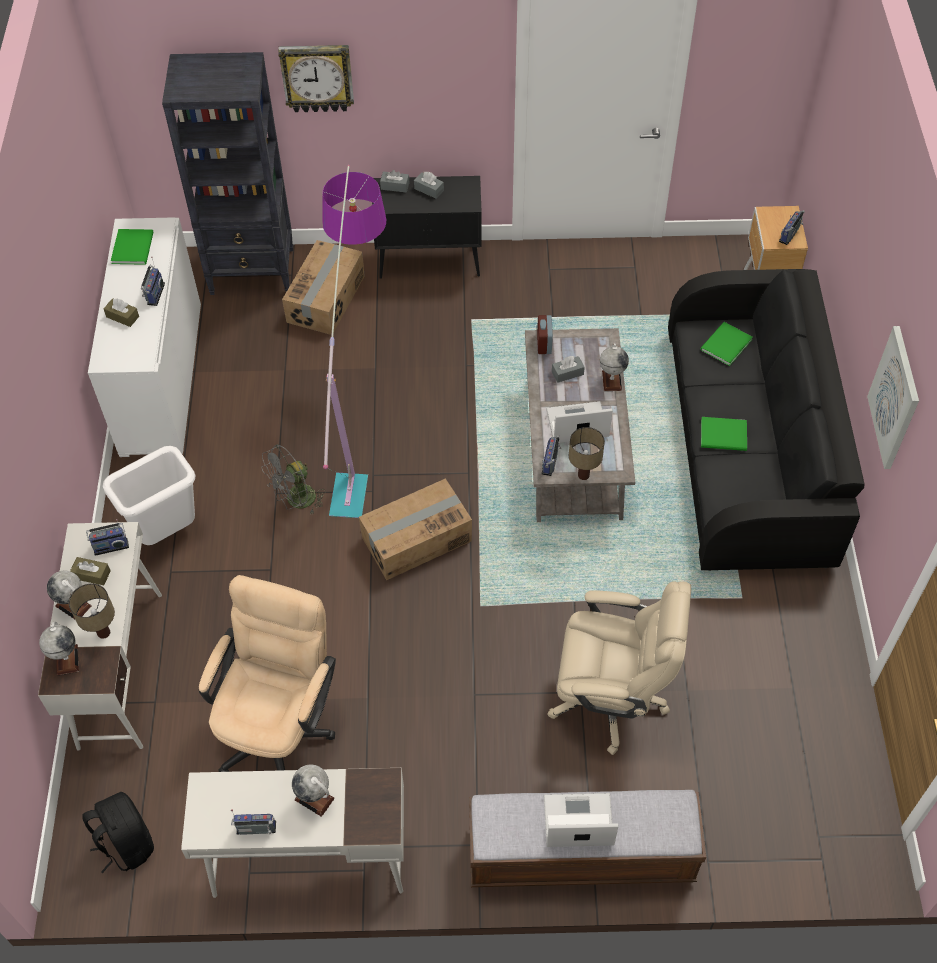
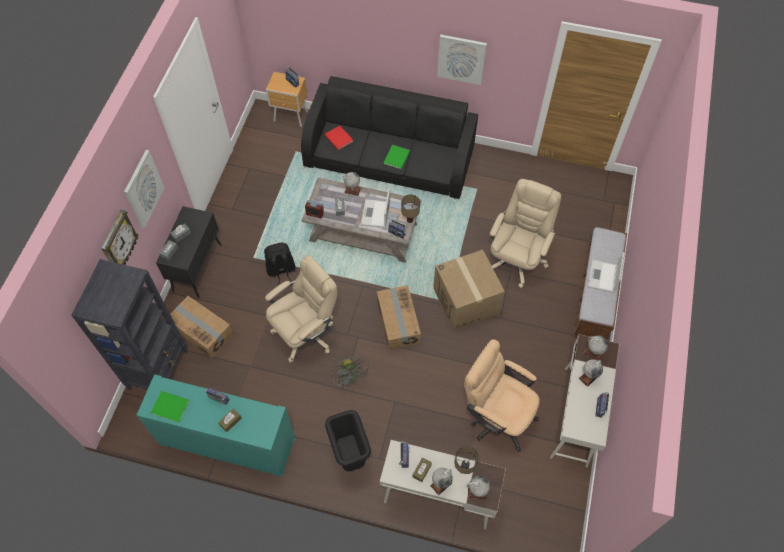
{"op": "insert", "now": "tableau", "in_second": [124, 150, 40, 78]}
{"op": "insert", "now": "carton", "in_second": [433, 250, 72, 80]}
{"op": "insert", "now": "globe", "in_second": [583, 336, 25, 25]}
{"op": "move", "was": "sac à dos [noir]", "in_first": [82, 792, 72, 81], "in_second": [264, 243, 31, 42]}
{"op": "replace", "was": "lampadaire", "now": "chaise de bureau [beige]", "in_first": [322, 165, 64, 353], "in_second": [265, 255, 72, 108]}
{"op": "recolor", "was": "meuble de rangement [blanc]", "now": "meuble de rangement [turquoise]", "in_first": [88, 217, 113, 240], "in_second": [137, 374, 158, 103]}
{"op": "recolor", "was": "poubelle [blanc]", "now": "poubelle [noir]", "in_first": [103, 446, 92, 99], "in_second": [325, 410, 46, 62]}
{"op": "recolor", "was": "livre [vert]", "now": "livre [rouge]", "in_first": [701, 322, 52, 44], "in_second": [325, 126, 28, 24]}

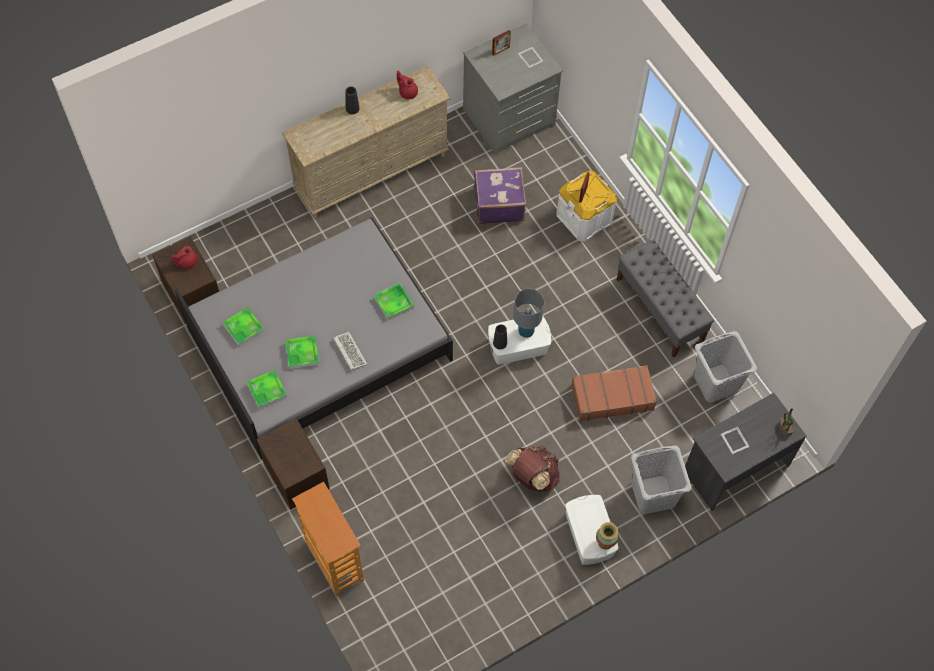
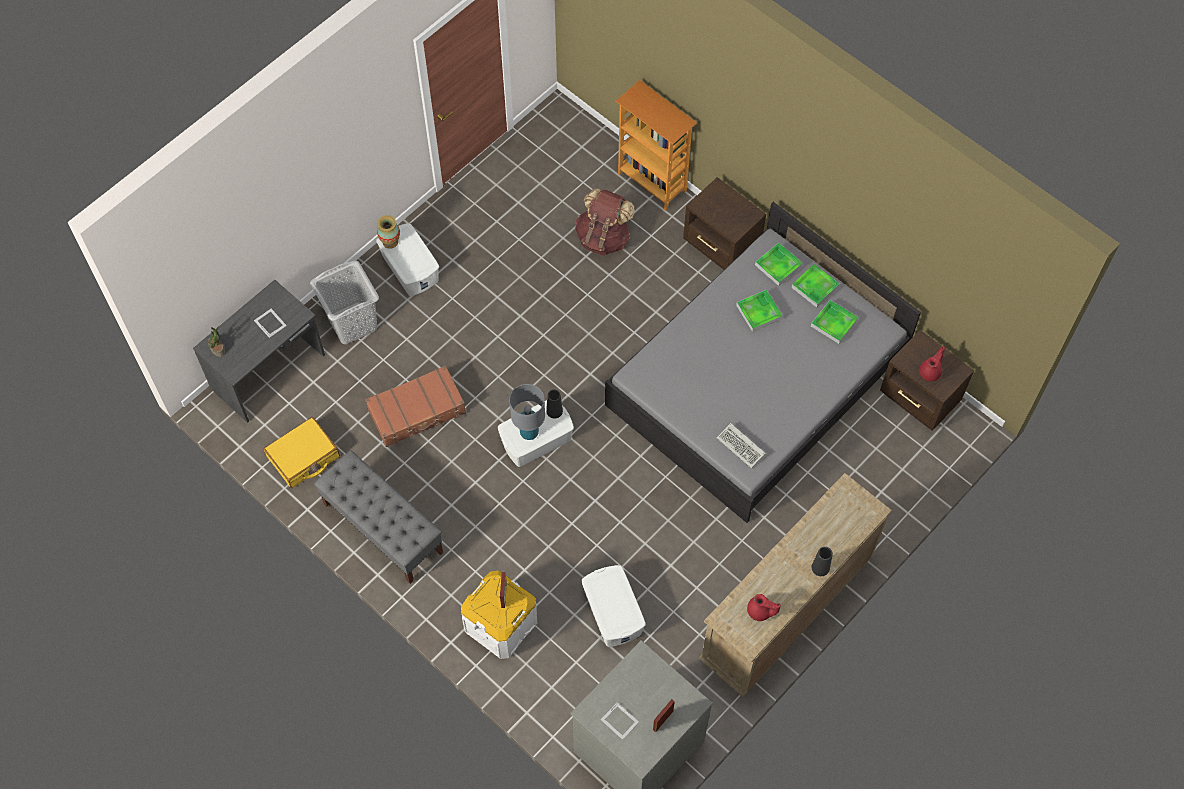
{"op": "move", "was": "clavier", "in_first": [333, 332, 34, 39], "in_second": [717, 423, 49, 45]}
{"op": "move", "was": "plateau", "in_first": [374, 283, 40, 37], "in_second": [792, 264, 47, 43]}
{"op": "move", "was": "sac à dos [marron]", "in_first": [505, 445, 55, 47], "in_second": [575, 188, 60, 68]}
{"op": "replace", "was": "valise [violet]", "now": "boîte de rangement [blanc]", "in_first": [474, 167, 52, 57], "in_second": [581, 565, 65, 82]}
{"op": "replace", "was": "panier à linge [gris]", "now": "valise [jaune]", "in_first": [694, 331, 63, 72], "in_second": [264, 417, 76, 71]}

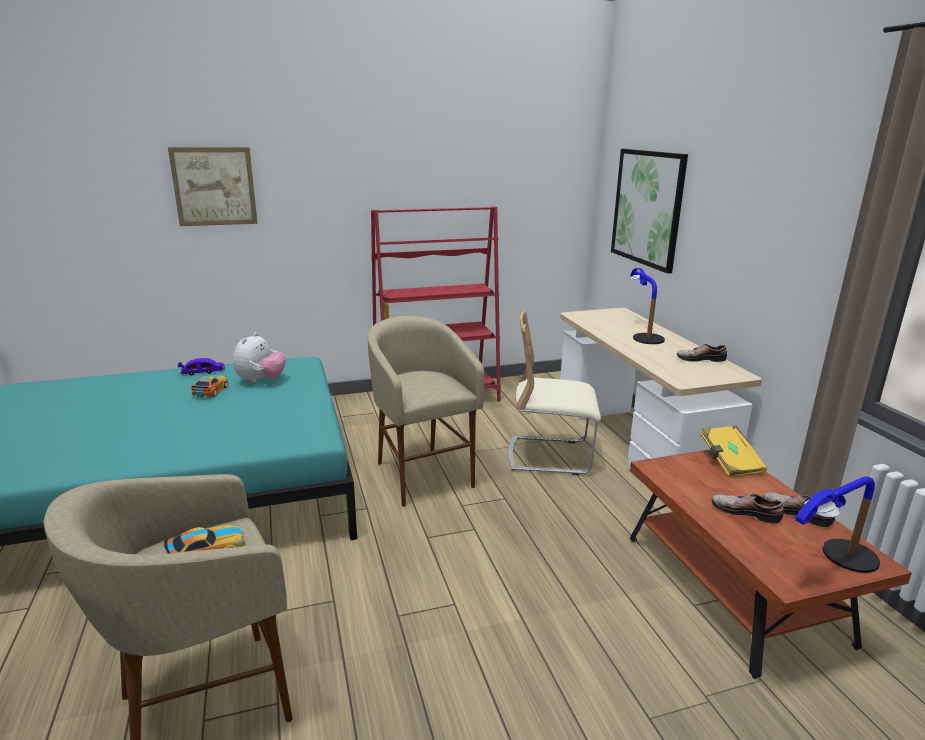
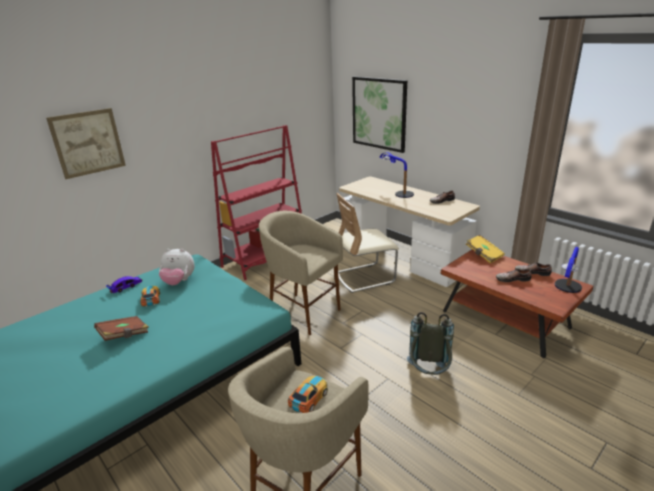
{"op": "insert", "now": "livre [marron]", "in_second": [94, 316, 55, 25]}
{"op": "insert", "now": "sac à dos [gris]", "in_second": [407, 312, 47, 63]}
{"op": "rotate", "was": "peluche", "in_first": [233, 332, 53, 52], "in_second": [159, 249, 36, 36], "clockwise": 105}

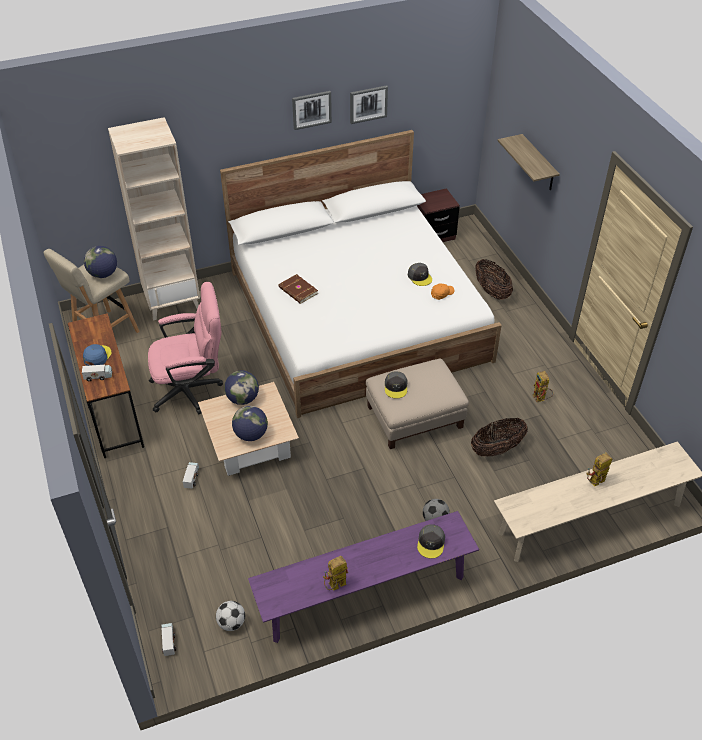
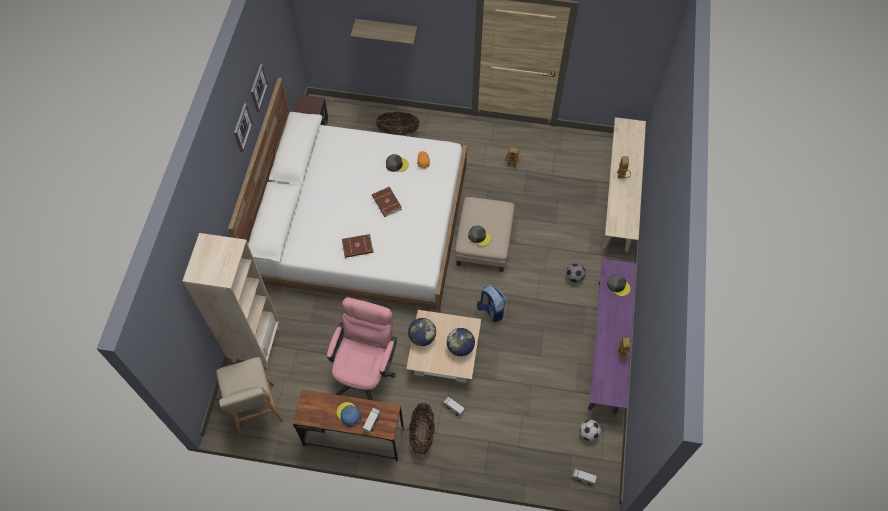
{"op": "delete", "was": "globe", "in_first": [84, 246, 33, 32]}
{"op": "insert", "now": "livre [marron]", "in_second": [372, 187, 30, 30]}
{"op": "insert", "now": "sac à dos", "in_second": [477, 285, 29, 37]}
{"op": "move", "was": "panier", "in_first": [471, 418, 57, 39], "in_second": [409, 403, 26, 52]}

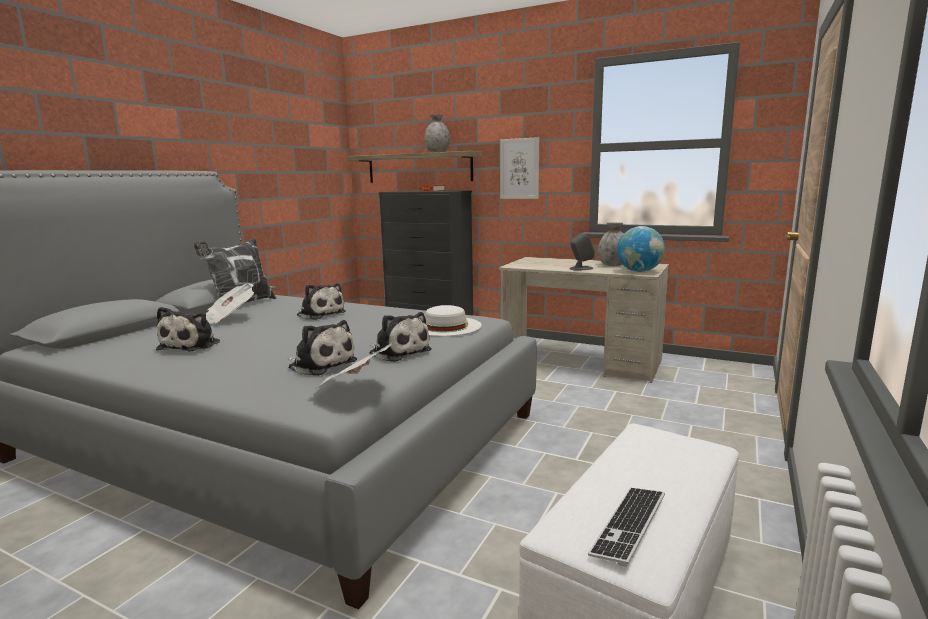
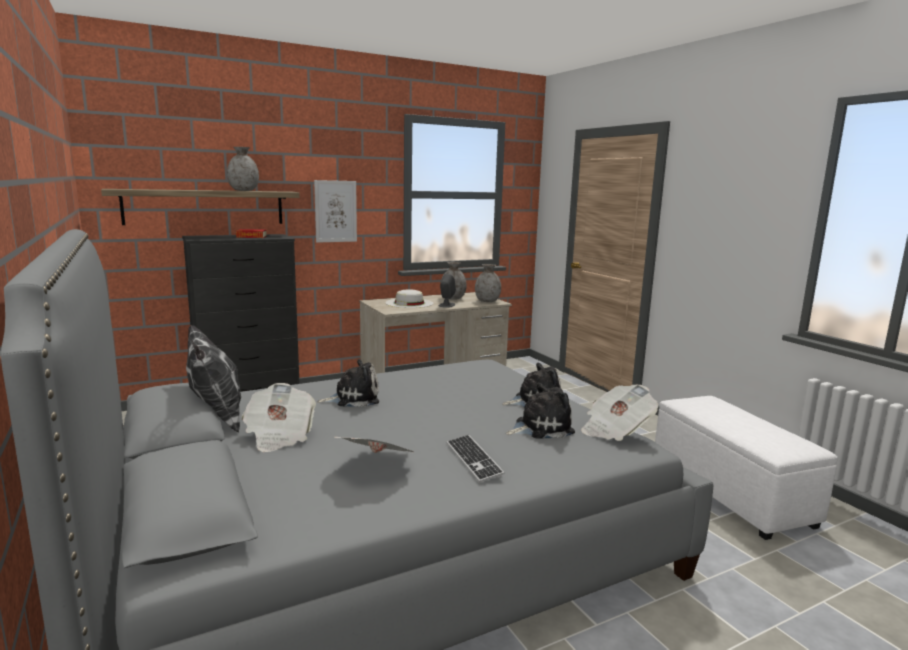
{"op": "move", "was": "chapeau [blanc]", "in_first": [425, 305, 57, 31], "in_second": [385, 289, 48, 19]}
{"op": "move", "was": "clavier", "in_first": [588, 488, 77, 79], "in_second": [447, 435, 58, 47]}
{"op": "replace", "was": "peluche", "now": "journal", "in_first": [156, 307, 64, 44], "in_second": [334, 437, 79, 16]}
{"op": "replace", "was": "globe", "now": "vase [gris]", "in_first": [617, 226, 48, 46], "in_second": [475, 264, 26, 38]}

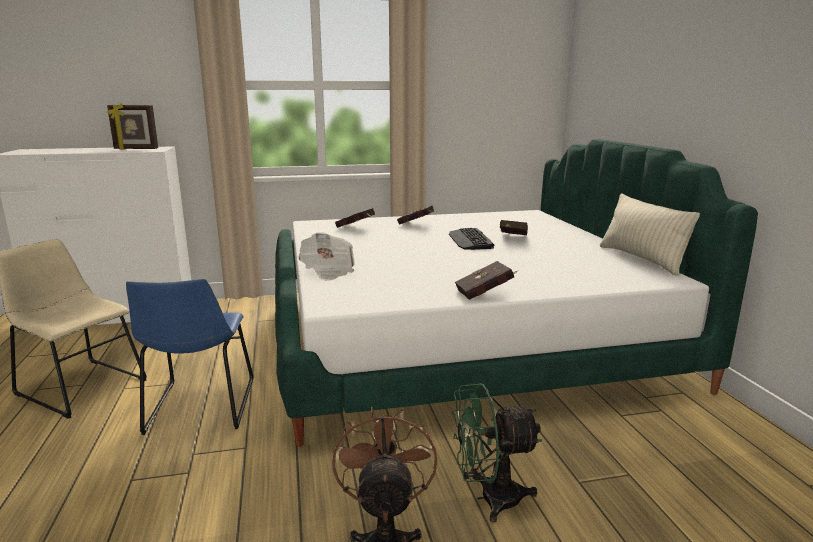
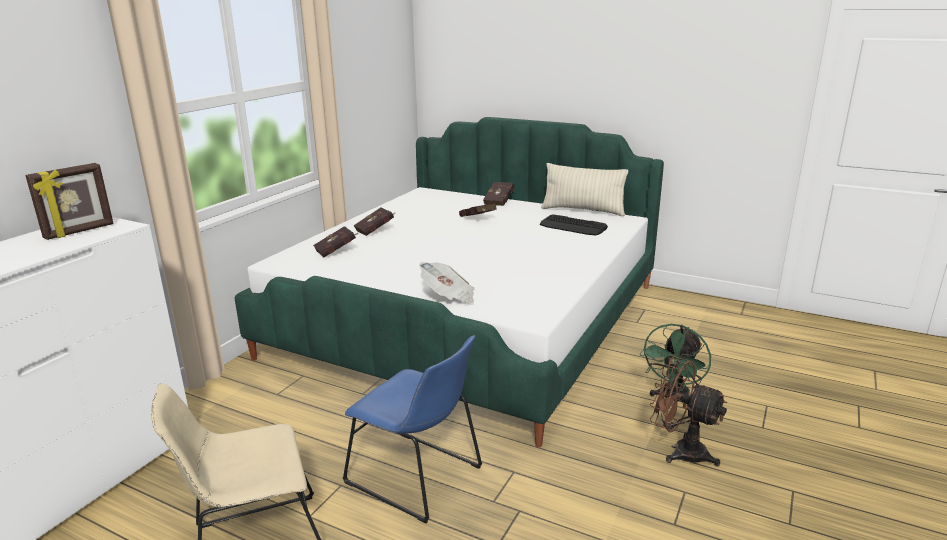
{"op": "move", "was": "clavier", "in_first": [449, 228, 45, 22], "in_second": [540, 214, 68, 21]}
{"op": "move", "was": "livre [rouge]", "in_first": [455, 261, 62, 39], "in_second": [483, 182, 31, 24]}

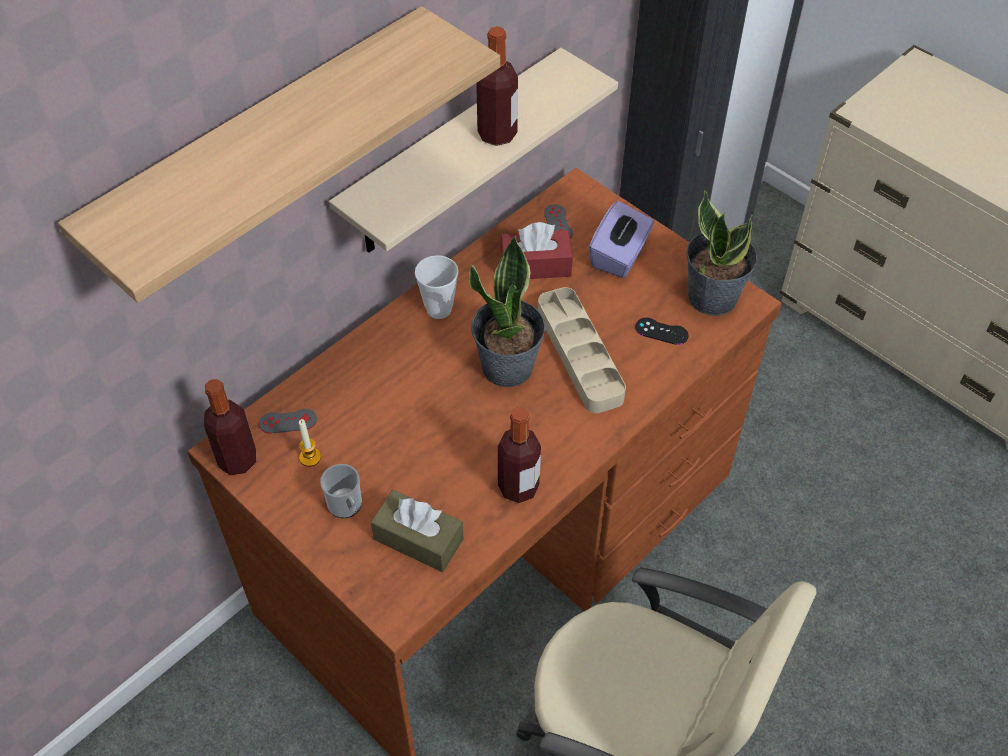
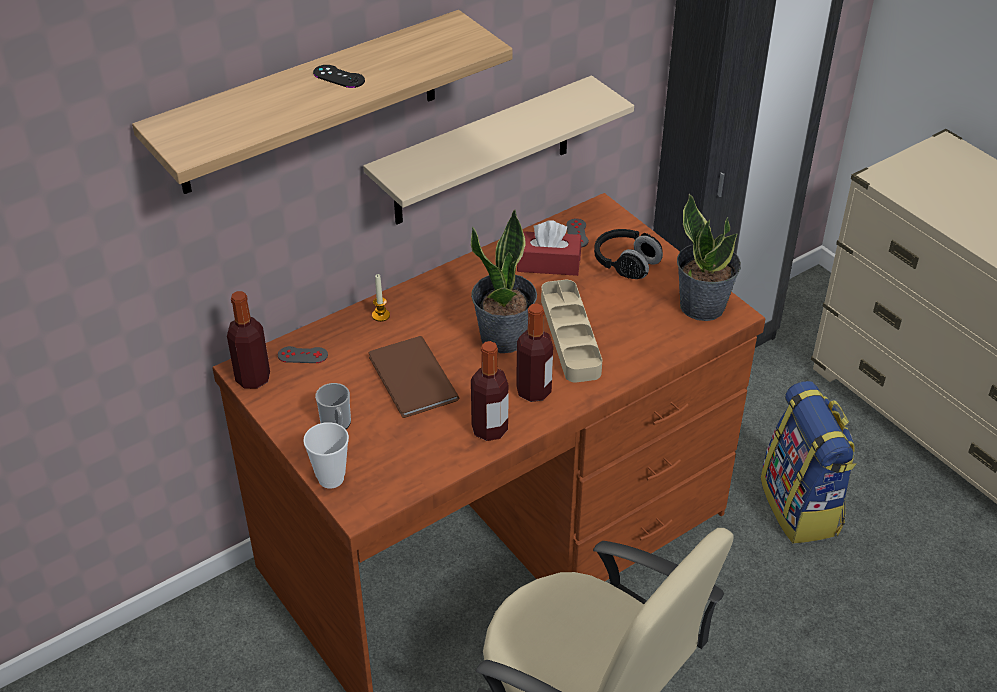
{"op": "delete", "was": "boîte à mouchoirs [marron]", "in_first": [371, 490, 93, 82]}
{"op": "insert", "now": "livre [marron]", "in_second": [369, 336, 90, 82]}
{"op": "insert", "now": "sac à dos", "in_second": [761, 381, 96, 163]}
{"op": "move", "was": "bougie", "in_first": [299, 419, 22, 48], "in_second": [372, 274, 18, 48]}
{"op": "move", "was": "tasse", "in_first": [415, 255, 44, 64], "in_second": [303, 422, 46, 67]}
{"op": "move", "was": "bouteille", "in_first": [476, 26, 42, 120], "in_second": [516, 303, 37, 99]}
{"op": "move", "was": "manette [noir]", "in_first": [635, 318, 54, 27], "in_second": [313, 65, 52, 23]}
{"op": "replace", "was": "boîte à mouchoirs [violet]", "now": "casque audio [noir]", "in_first": [589, 201, 65, 77], "in_second": [594, 229, 69, 50]}

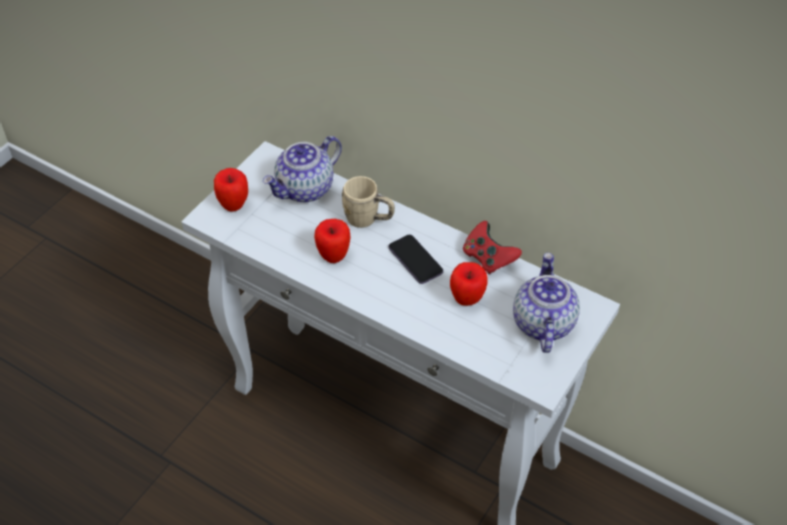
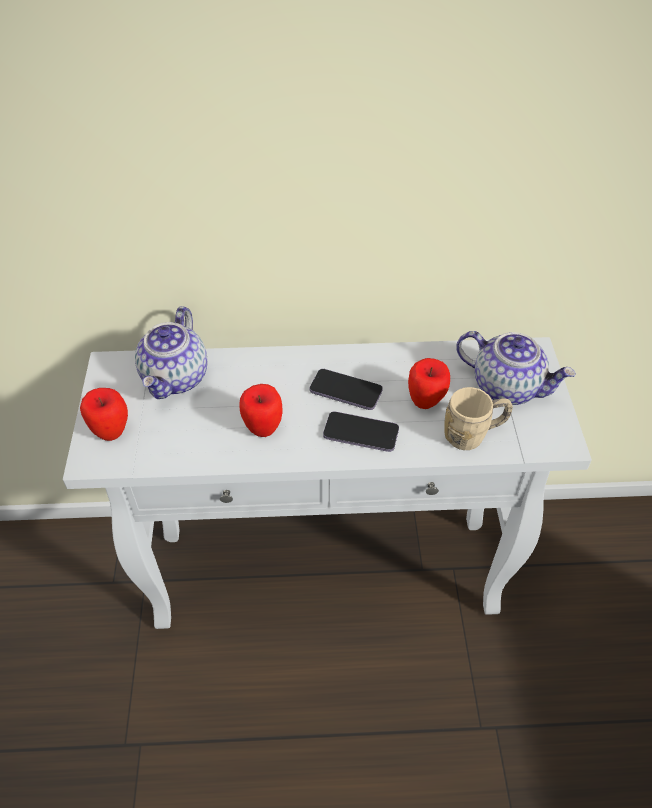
{"op": "delete", "was": "manette [rouge]", "in_first": [463, 221, 59, 53]}
{"op": "insert", "now": "téléphone", "in_second": [323, 411, 76, 41]}
{"op": "move", "was": "mug [beige]", "in_first": [342, 176, 53, 52], "in_second": [444, 387, 69, 63]}
{"op": "rotate", "was": "théière", "in_first": [513, 253, 67, 100], "in_second": [456, 331, 120, 74], "clockwise": 150}

